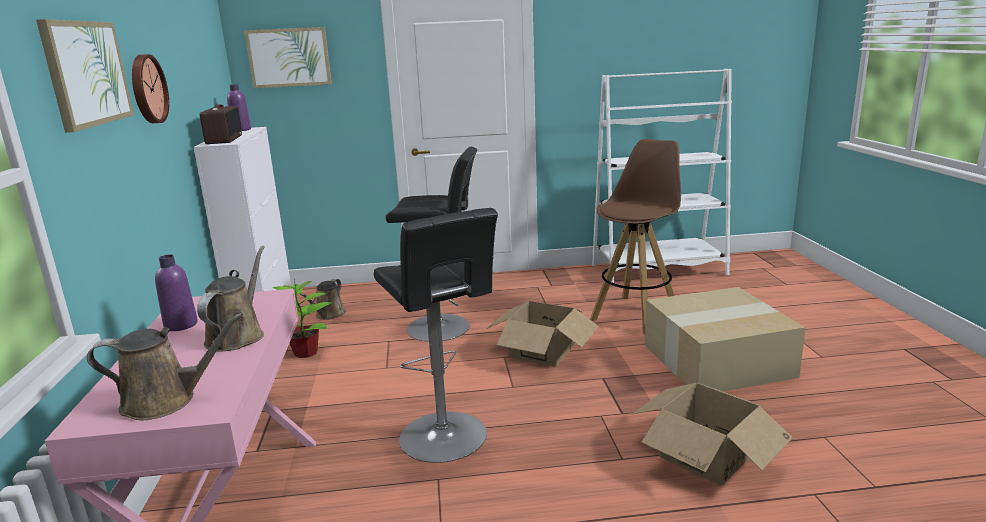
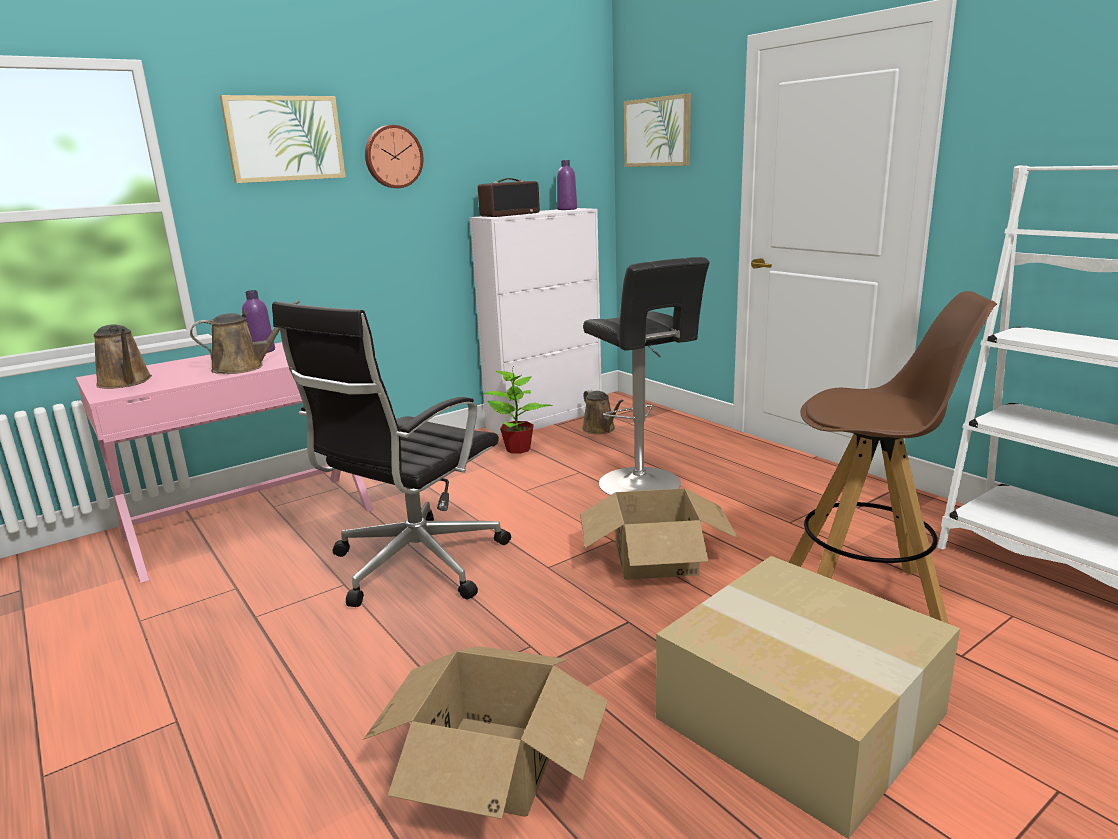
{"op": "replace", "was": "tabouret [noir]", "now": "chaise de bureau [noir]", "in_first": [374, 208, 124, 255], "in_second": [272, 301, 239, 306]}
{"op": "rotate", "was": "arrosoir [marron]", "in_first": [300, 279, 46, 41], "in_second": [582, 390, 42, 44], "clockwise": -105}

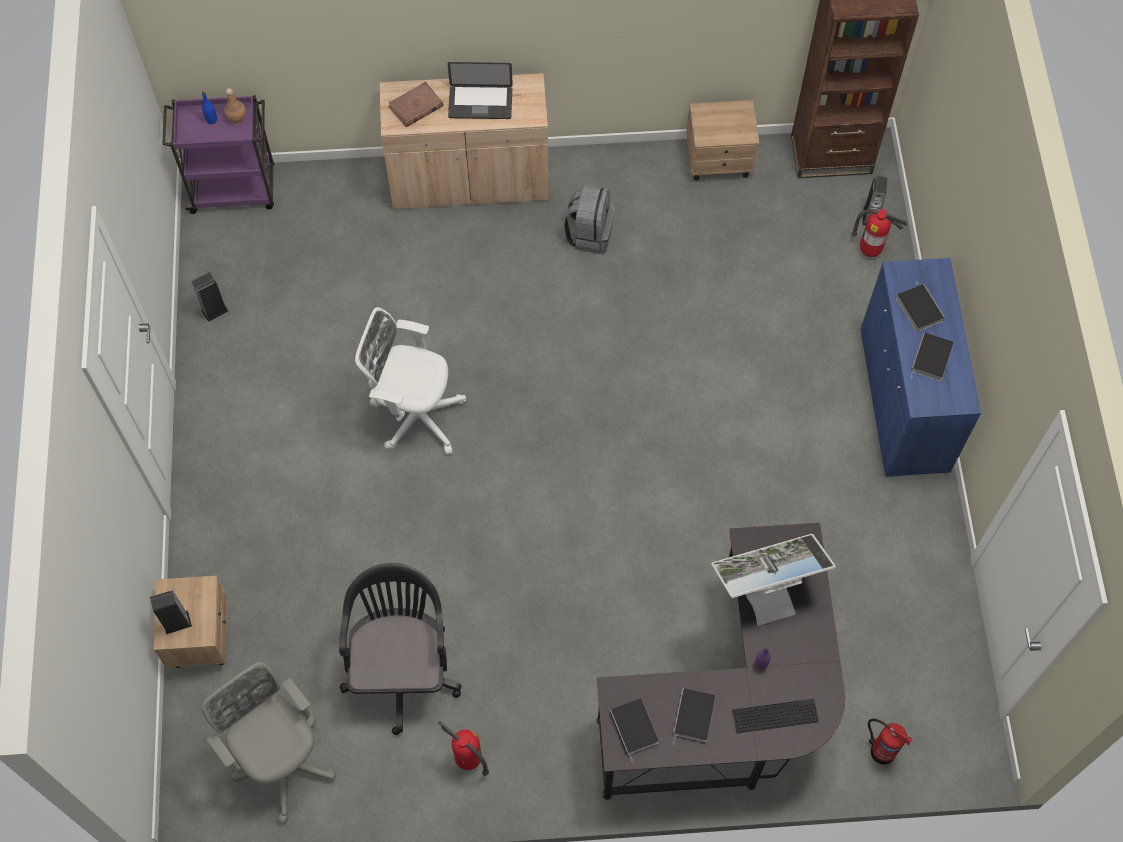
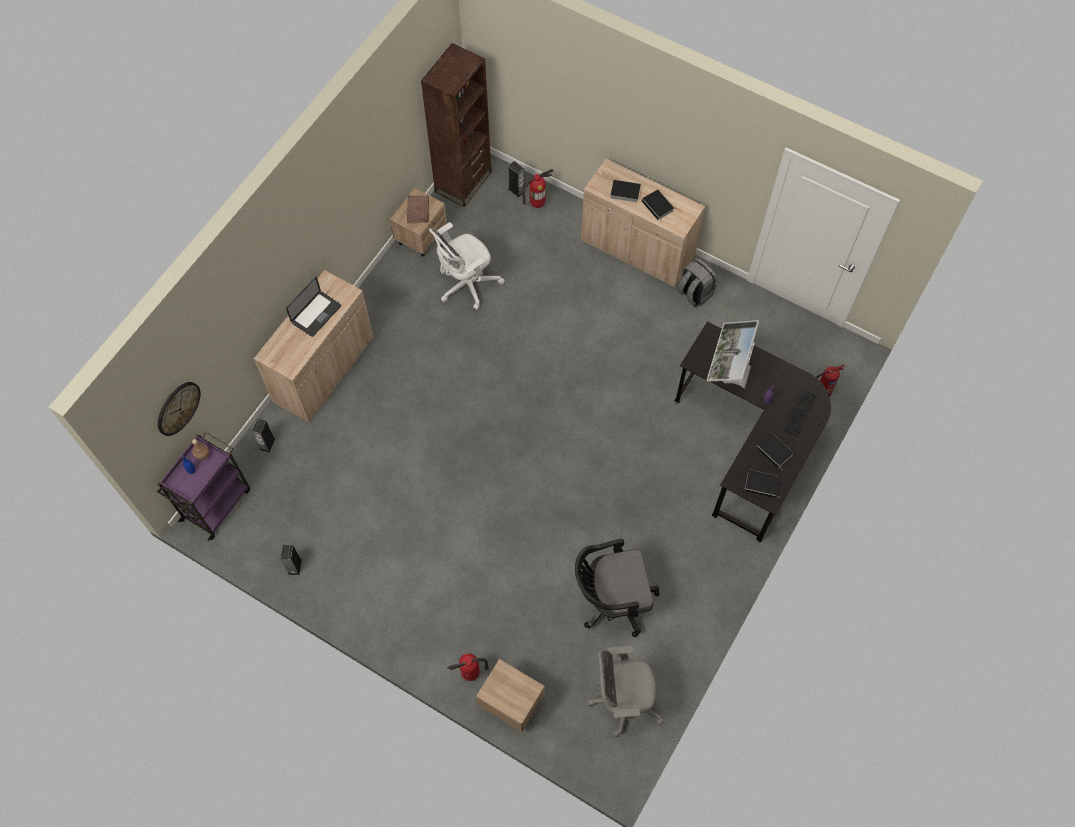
{"op": "insert", "now": "horloge murale", "in_second": [158, 382, 43, 54]}
{"op": "move", "was": "enceinte", "in_first": [150, 590, 42, 44], "in_second": [252, 419, 24, 34]}
{"op": "move", "was": "chaise de bureau [blanc]", "in_first": [355, 307, 111, 148], "in_second": [429, 222, 76, 88]}
{"op": "move", "was": "livre [marron]", "in_first": [388, 82, 55, 45], "in_second": [407, 196, 22, 27]}
{"op": "move", "was": "extincteur", "in_first": [438, 721, 51, 55], "in_second": [447, 653, 42, 28]}
{"op": "move", "was": "sac à dos [gris]", "in_first": [563, 185, 52, 69], "in_second": [676, 258, 41, 49]}
{"op": "recolor", "was": "meuble de rangement [bleu]", "now": "meuble de rangement [beige]", "in_first": [860, 258, 121, 219], "in_second": [581, 159, 124, 128]}
{"op": "rotate", "was": "chaise de bureau [noir]", "in_first": [339, 563, 123, 172], "in_second": [575, 539, 85, 98], "clockwise": -45}

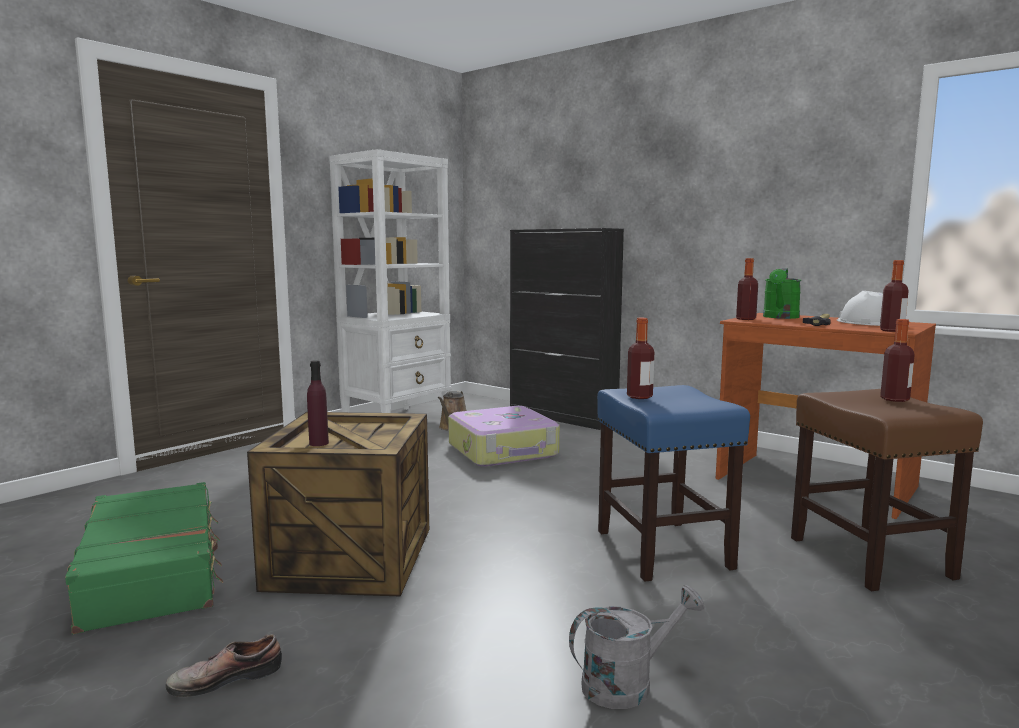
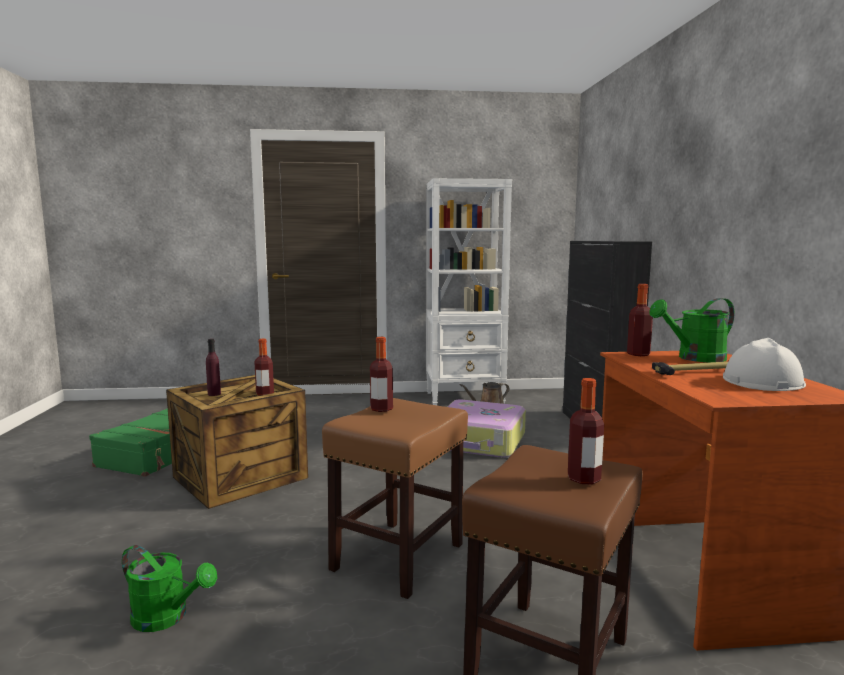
{"op": "delete", "was": "chaussure", "in_first": [166, 634, 116, 63]}
{"op": "move", "was": "bouteille", "in_first": [880, 260, 29, 72], "in_second": [254, 339, 20, 57]}
{"op": "recolor", "was": "arrosoir [gris]", "now": "arrosoir [vert]", "in_first": [569, 585, 135, 124], "in_second": [122, 545, 95, 87]}
{"op": "recolor", "was": "tabouret [bleu]", "now": "tabouret [marron]", "in_first": [597, 385, 153, 197], "in_second": [322, 398, 146, 201]}

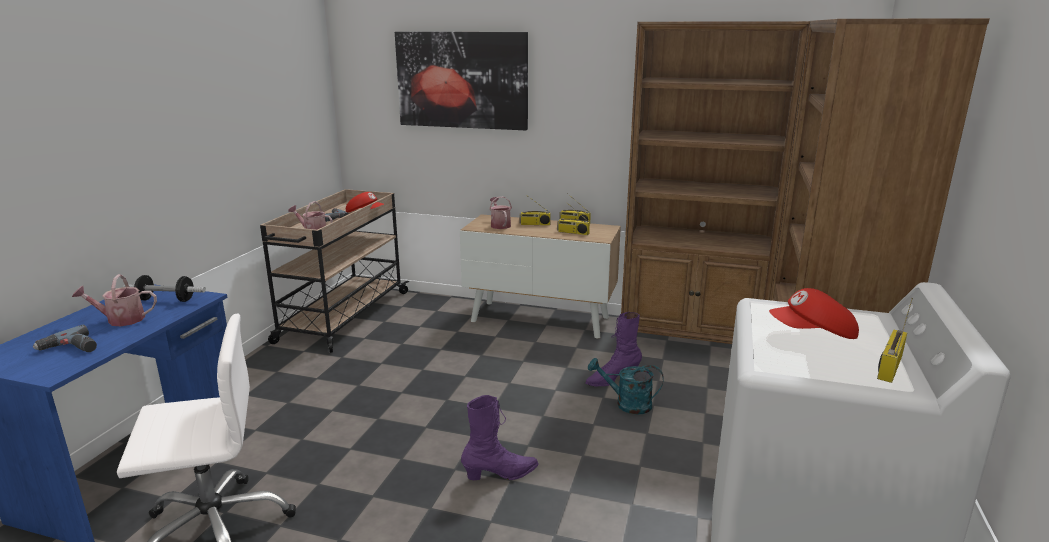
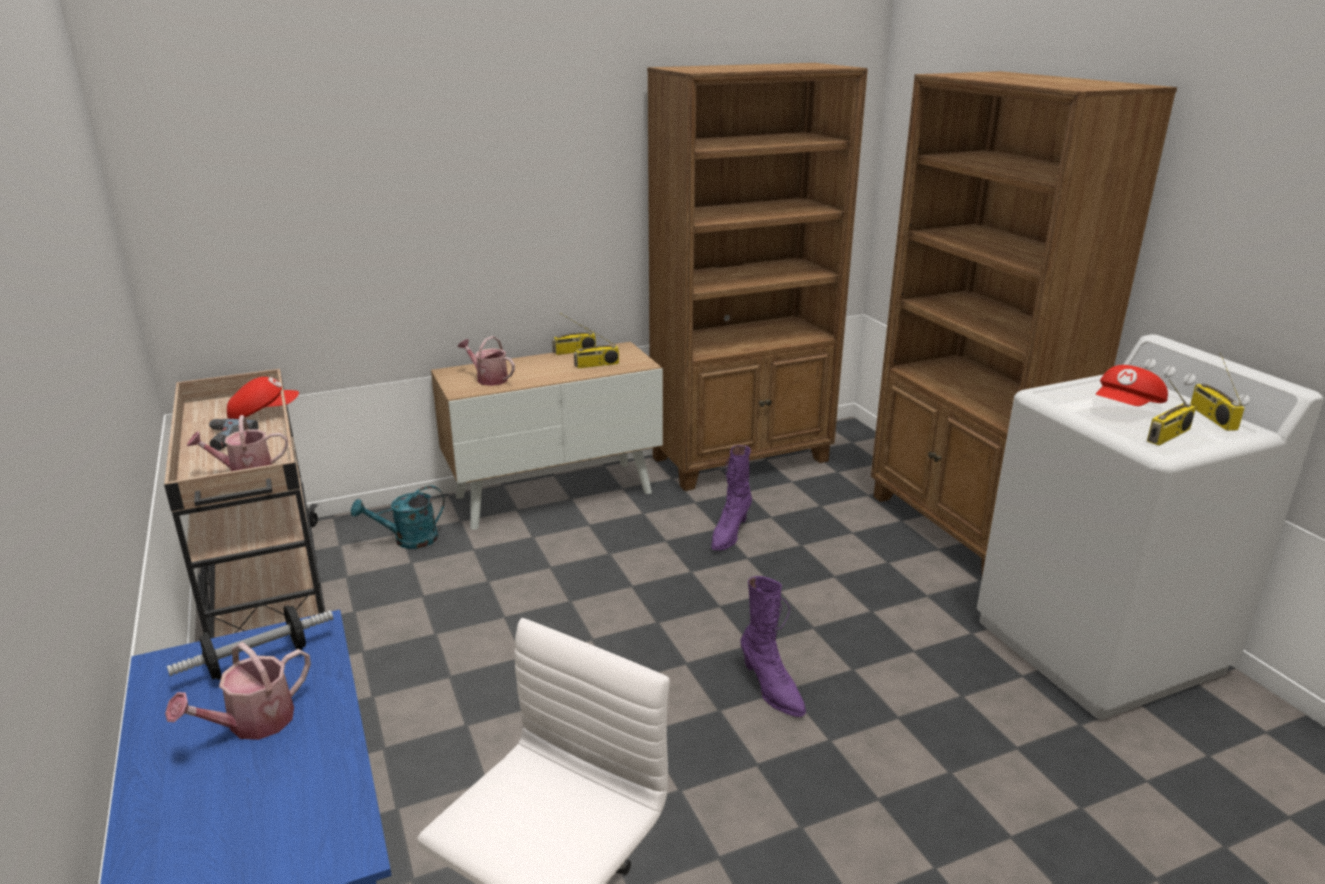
{"op": "delete", "was": "perceuse", "in_first": [33, 325, 64, 27]}
{"op": "delete", "was": "tableau", "in_first": [395, 32, 133, 98]}
{"op": "move", "was": "radio", "in_first": [519, 197, 32, 28], "in_second": [1147, 379, 49, 67]}
{"op": "move", "was": "arrosoir [turquoise]", "in_first": [588, 358, 76, 57], "in_second": [351, 486, 93, 63]}
{"op": "rotate", "was": "botte [violet]", "in_first": [461, 395, 78, 85], "in_second": [740, 576, 66, 141], "clockwise": 120}

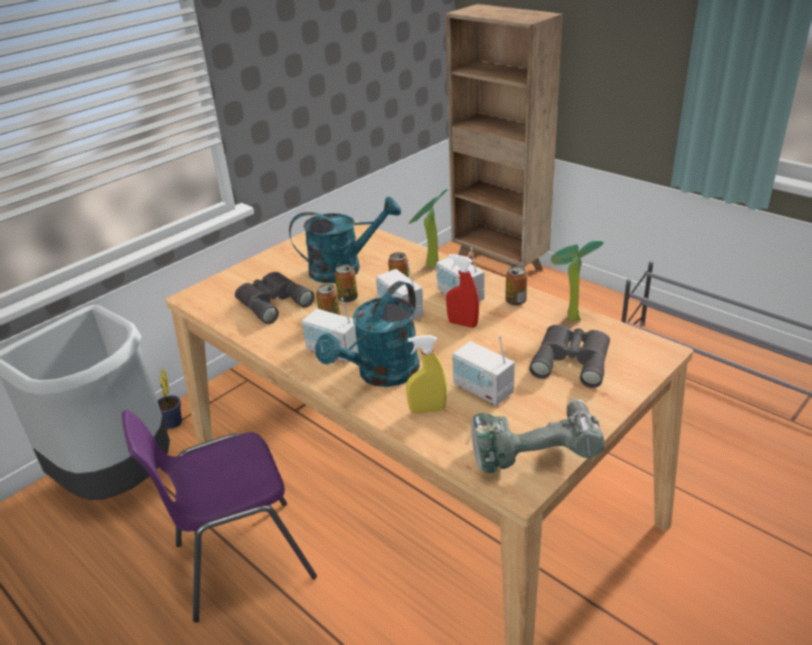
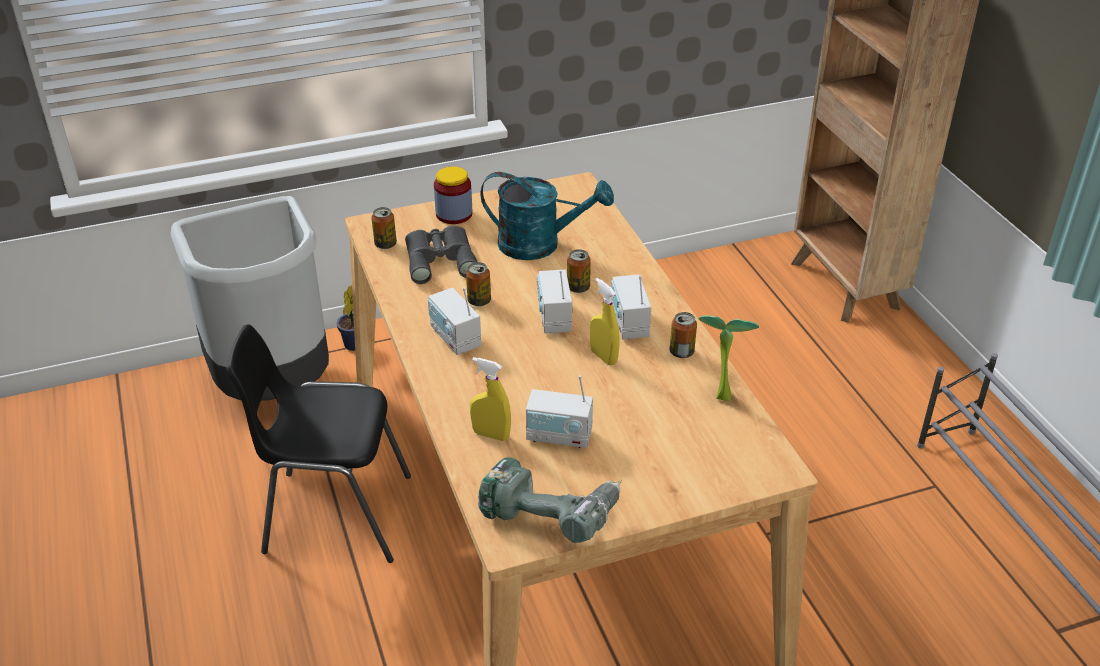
{"op": "delete", "was": "arrosoir [turquoise]", "in_first": [315, 281, 105, 106]}
{"op": "delete", "was": "plante en pot", "in_first": [408, 188, 41, 80]}
{"op": "delete", "was": "jumelles [gris]", "in_first": [529, 325, 81, 63]}
{"op": "insert", "now": "bocal", "in_second": [434, 167, 38, 57]}
{"op": "move", "was": "boîte métallique", "in_first": [334, 264, 24, 39], "in_second": [371, 207, 26, 42]}
{"op": "recolor", "was": "chaise [violet]", "now": "chaise [noir]", "in_first": [122, 410, 195, 213], "in_second": [226, 325, 185, 238]}
{"op": "recolor", "was": "vaporisateur [rouge]", "now": "vaporisateur [jaune]", "in_first": [446, 254, 33, 74], "in_second": [590, 278, 29, 87]}
{"op": "rotate", "was": "radio", "in_first": [452, 335, 63, 70], "in_second": [526, 375, 67, 73], "clockwise": -60}

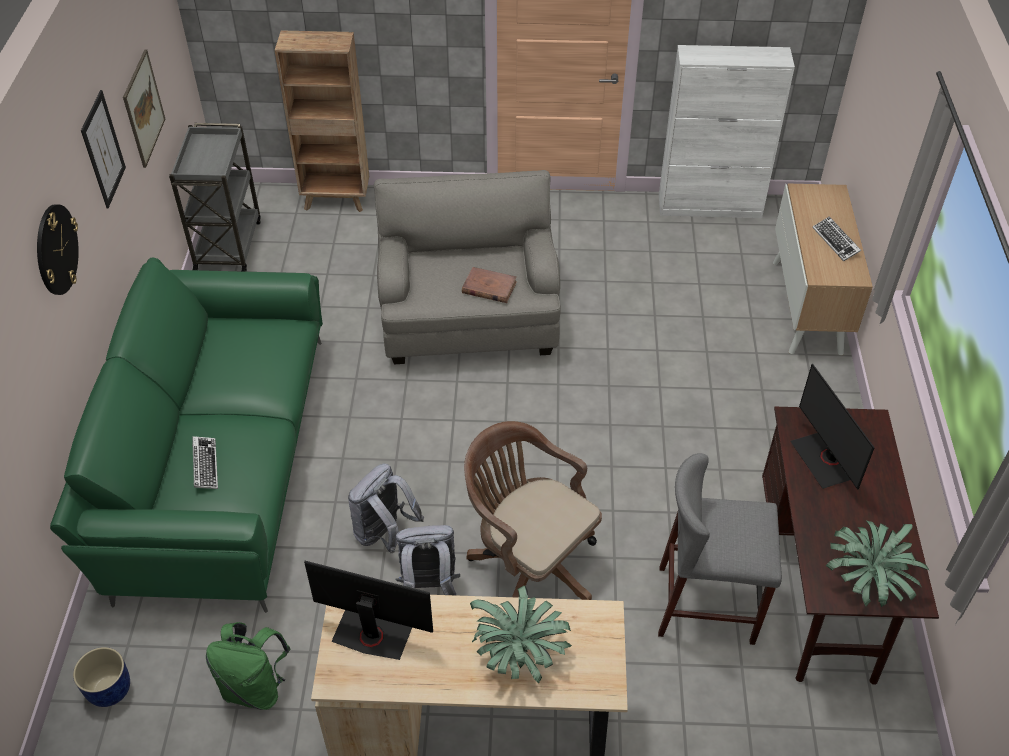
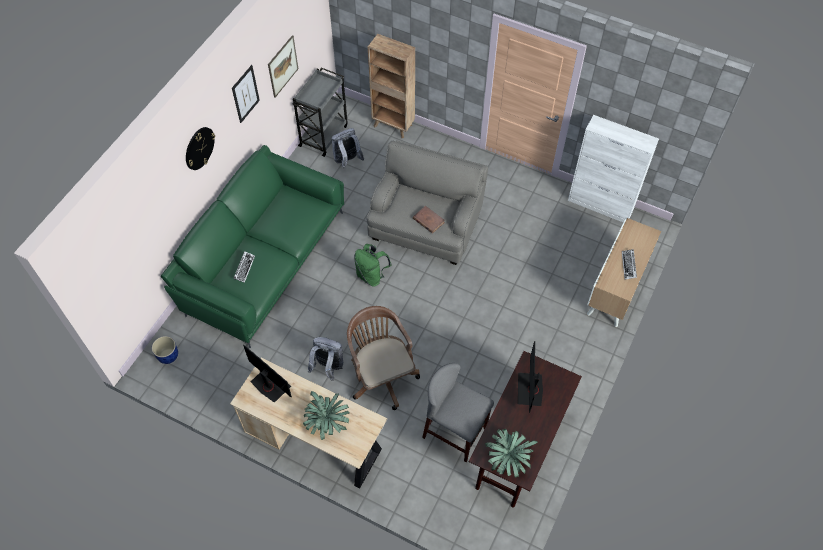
{"op": "move", "was": "sac à dos [vert]", "in_first": [206, 622, 85, 88], "in_second": [354, 244, 38, 43]}
{"op": "move", "was": "sac à dos [gris]", "in_first": [348, 464, 76, 89], "in_second": [331, 128, 33, 41]}

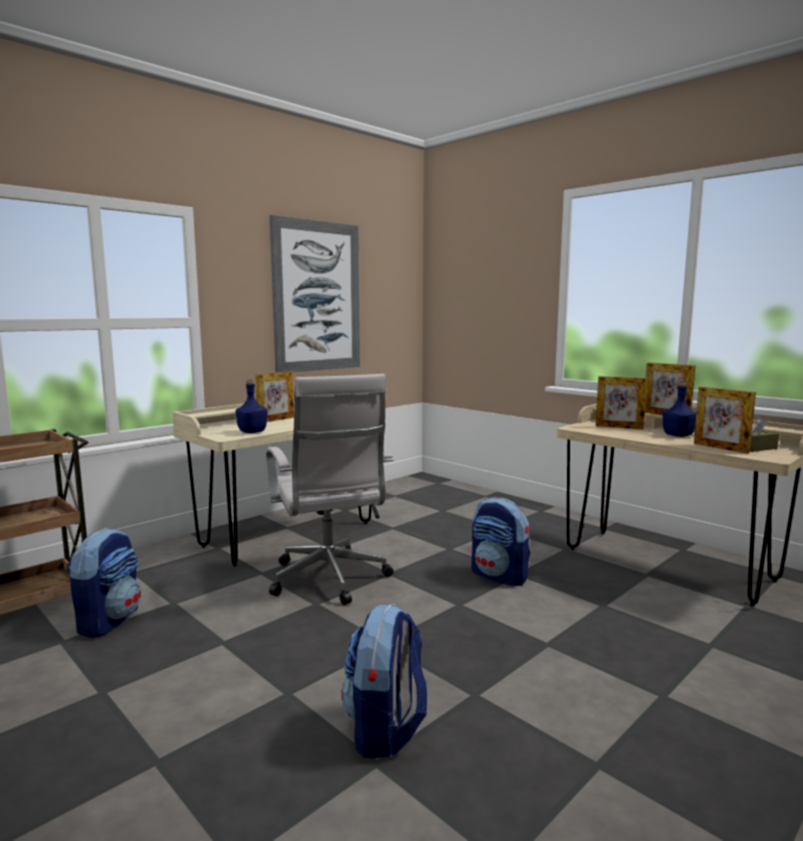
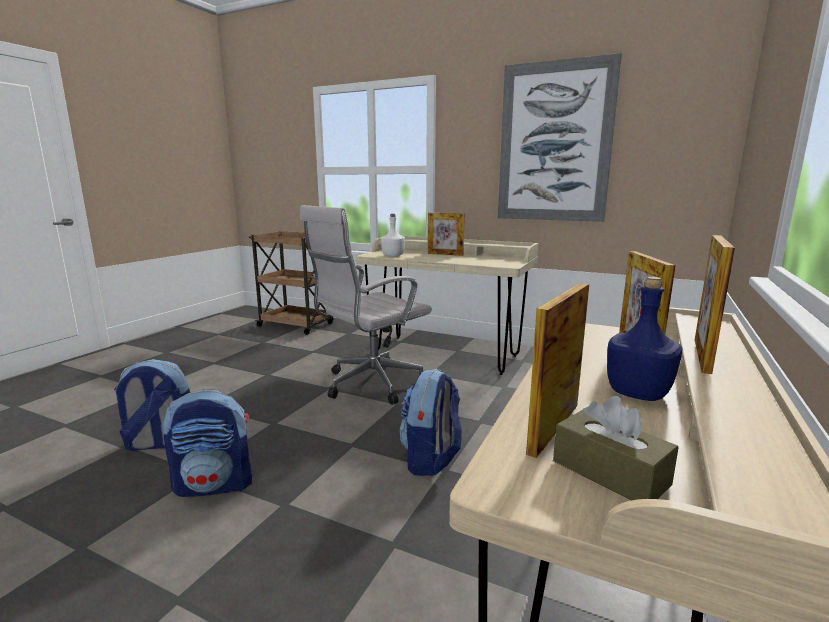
{"op": "move", "was": "sac à dos", "in_first": [66, 528, 75, 110], "in_second": [163, 389, 89, 108]}
{"op": "recolor", "was": "bouteille [bleu]", "now": "bouteille [blanc]", "in_first": [235, 380, 32, 53], "in_second": [381, 214, 24, 43]}

